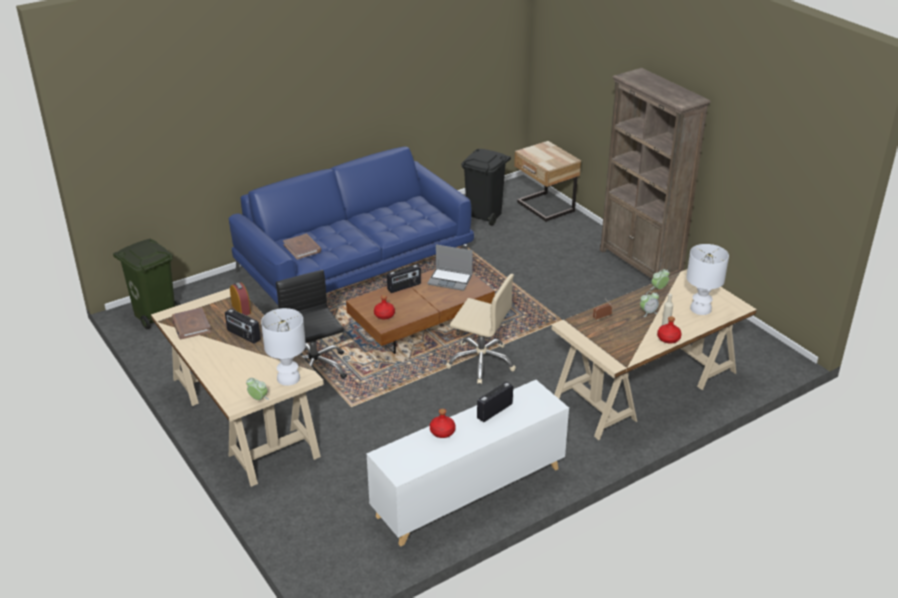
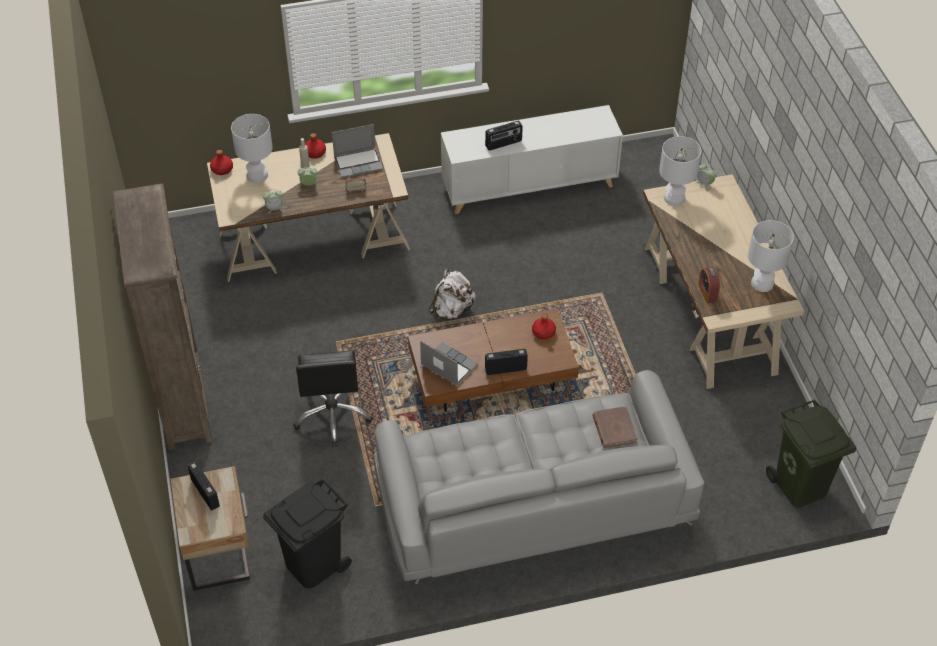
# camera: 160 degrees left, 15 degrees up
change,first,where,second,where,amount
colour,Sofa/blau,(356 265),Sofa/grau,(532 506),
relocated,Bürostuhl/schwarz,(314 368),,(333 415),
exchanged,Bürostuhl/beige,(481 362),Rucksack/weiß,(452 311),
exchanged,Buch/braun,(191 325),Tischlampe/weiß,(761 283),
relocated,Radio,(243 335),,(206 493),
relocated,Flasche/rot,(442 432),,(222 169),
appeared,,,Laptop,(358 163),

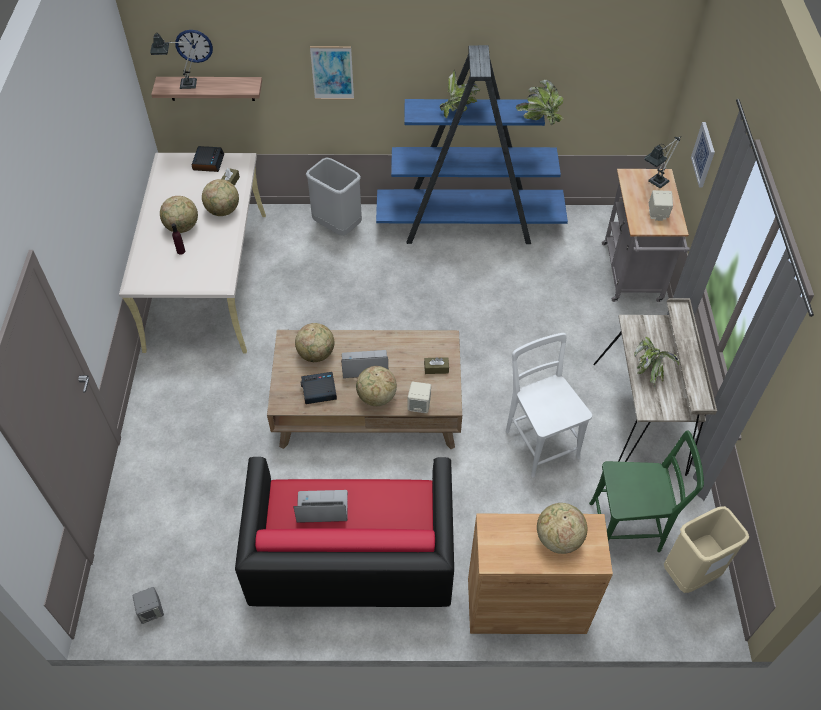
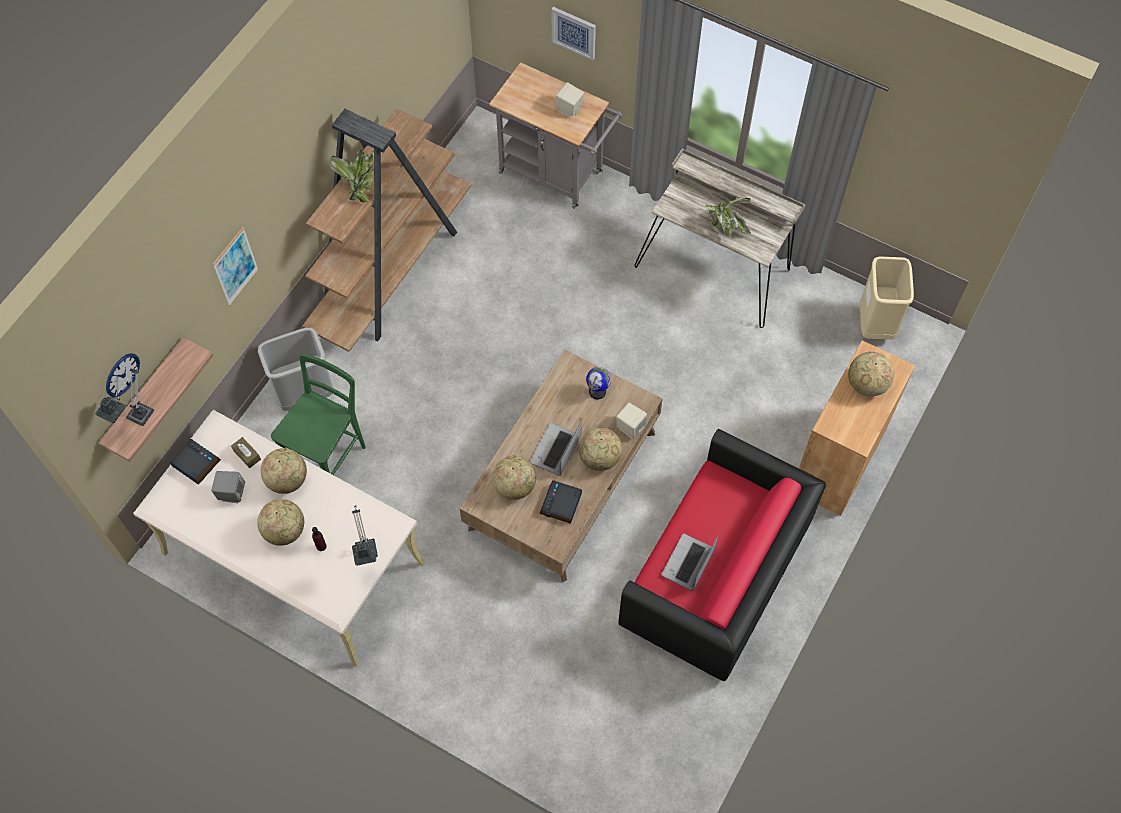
# camera: 60 degrees left, 10 degrees up
change,first,where,second,where,amount
colour,Bücherregal/blau,(470 224),Bücherregal/braun,(392 270),
missing,Topfpflanze,(539 118),,,
relocated,Tischlampe,(655 184),,(367 555),
missing,Stuhl/weiß,(540 441),,,
exchanged,Taschentuchbox/braun,(436 368),Globus,(597 391),
relocated,Stuhl/grün,(629 527),,(328 455),
relocated,Lautsprecher/grau,(151 611),,(231 493),

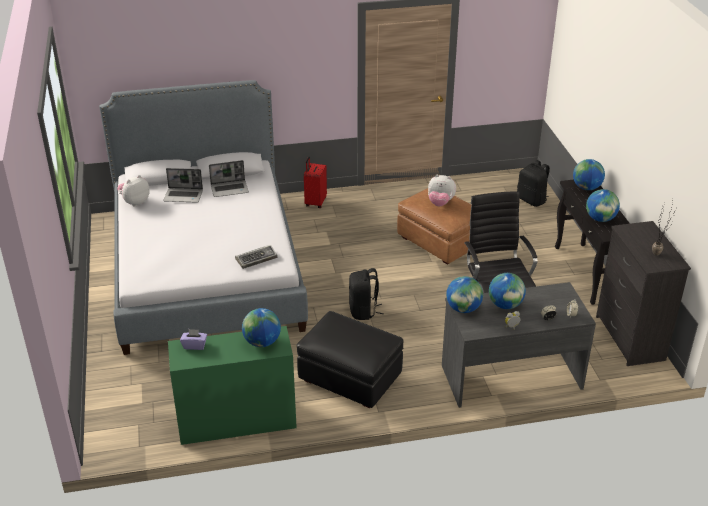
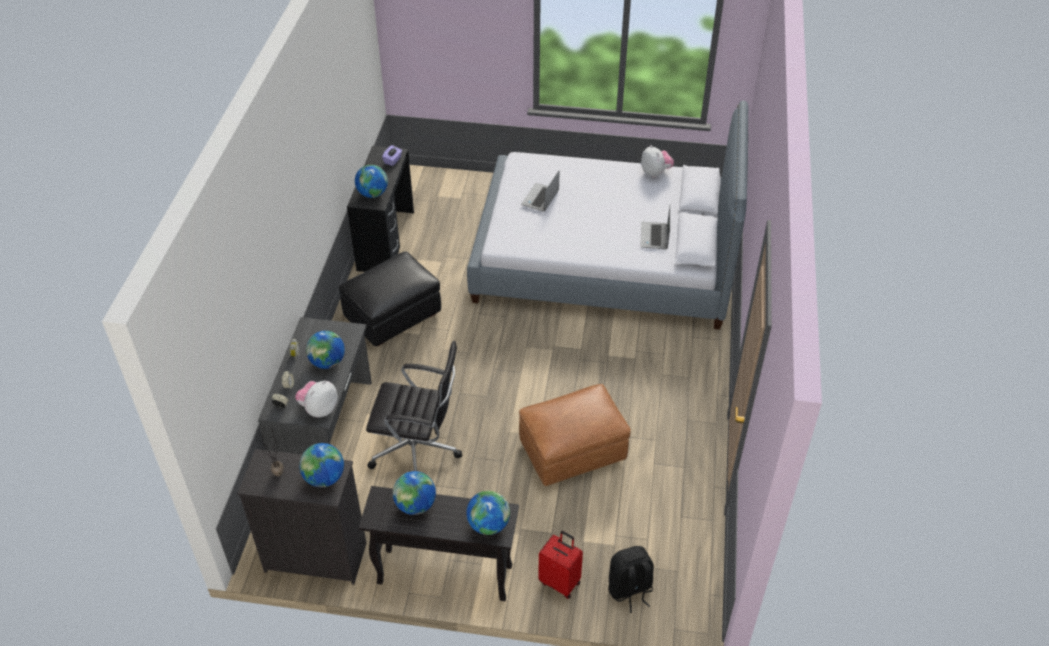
# camera: 110 degrees right, 10 degrees up
change,first,where,second,where,amount
relocated,Koffer/rot,(315 202),,(560 582),
relocated,Laptop,(184 196),,(540 198),
relocated,Plüschtier,(440 203),,(319 409),
missing,Tastatur,(256 259),,,
missing,Rucksack/schwarz,(363 311),,,
relocated,Globus,(463 309),,(324 478),
colour,Schreibtisch/grün,(236 421),Schreibtisch/schwarz,(385 240),

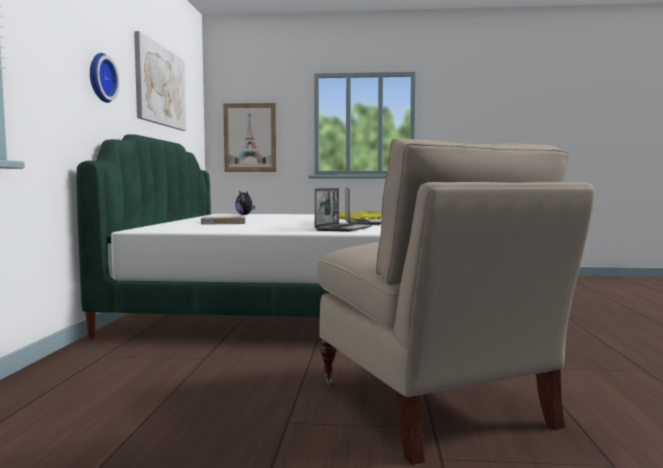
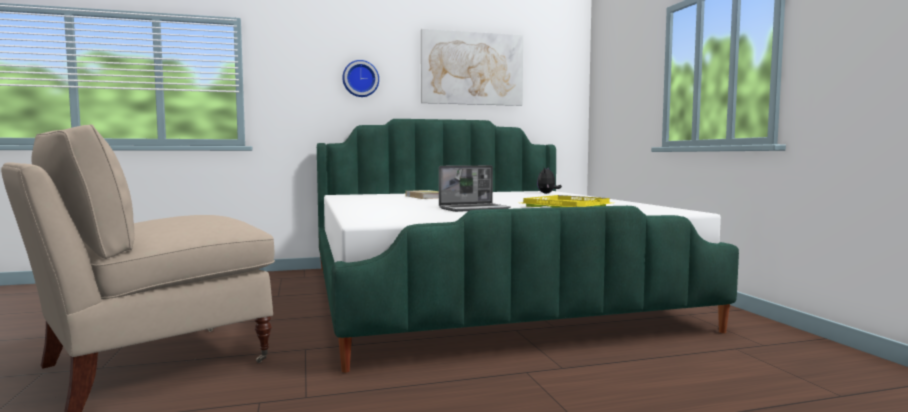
# camera: 70 degrees right, 0 degrees up
change,first,where,second,where,amount
missing,Bild,(250 137),,,
missing,Laptop,(343 229),,,

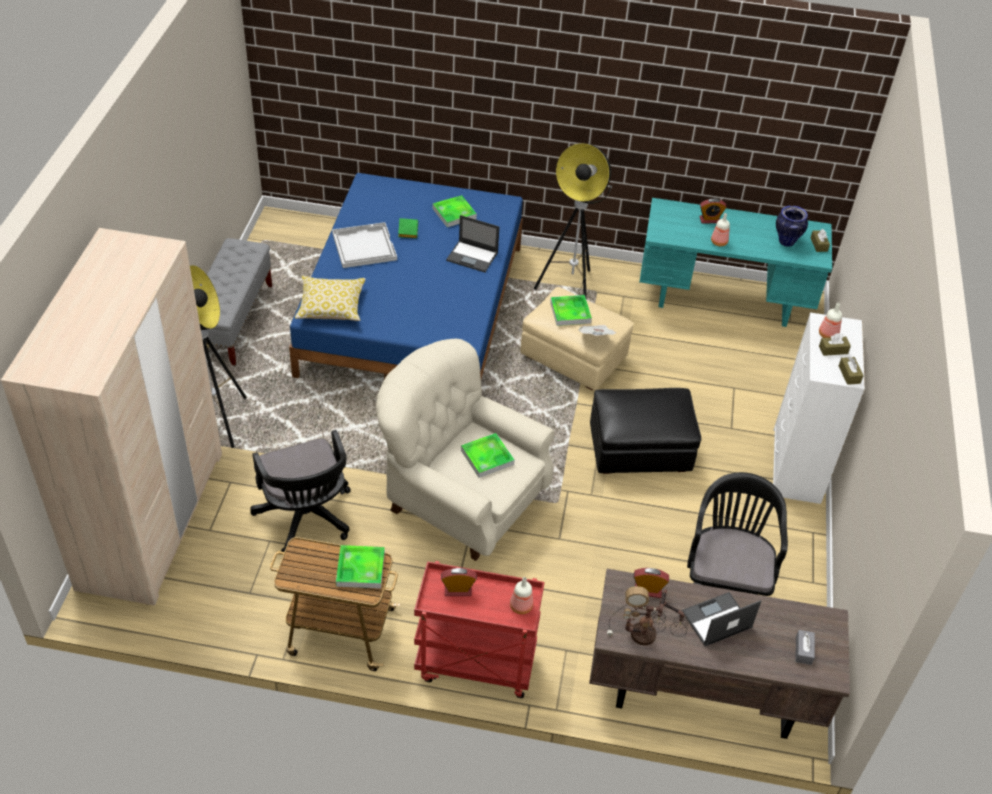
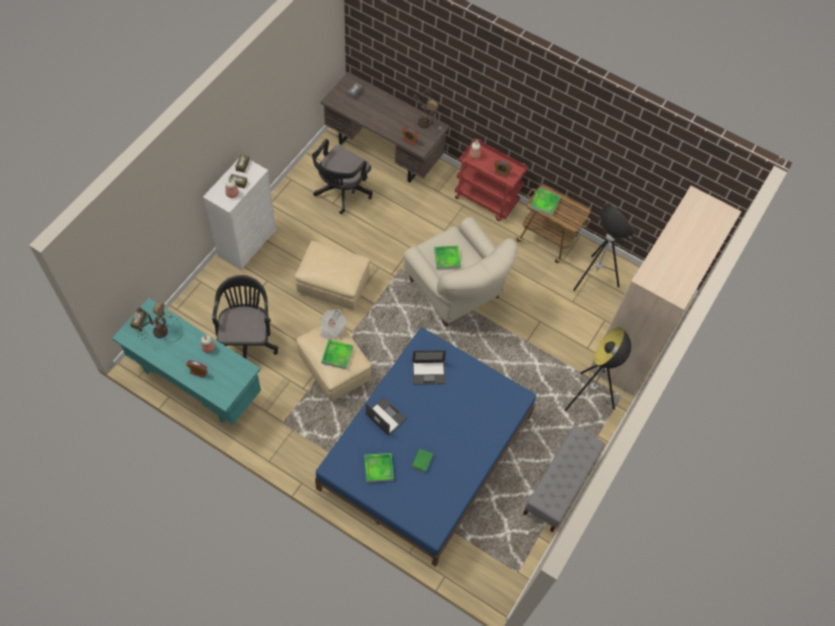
# camera: 160 degrees left, 15 degrees up
change,first,where,second,where,amount
relocated,Stehlampe,(571 290),,(593 278),
exchanged,Vase,(786 241),Tischlampe,(159 332),
missing,Tablett/weiß,(363 246),,,
missing,Kissen,(331 306),,,
colour,Polsterhocker/schwarz,(639 450),Polsterhocker/beige,(333 285),
relocated,Bürostuhl/schwarz,(306 519),,(247 339),
relocated,Laptop,(716 620),,(429 372),

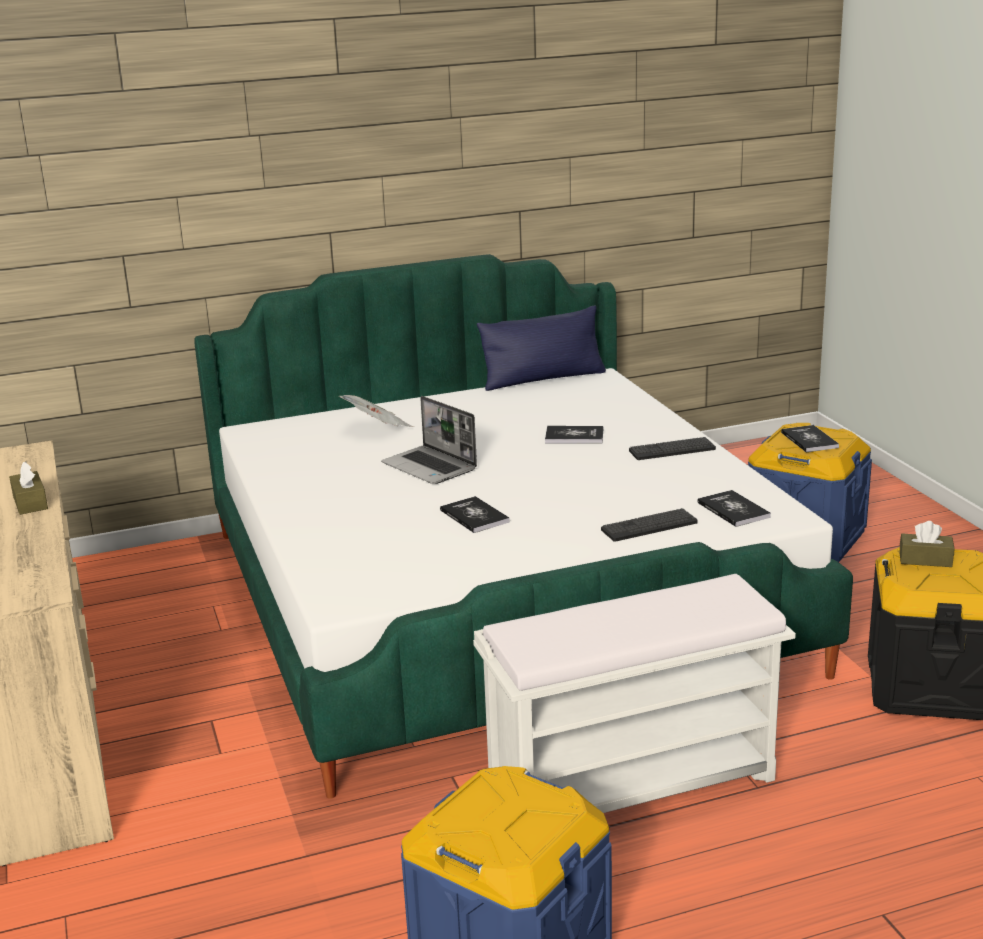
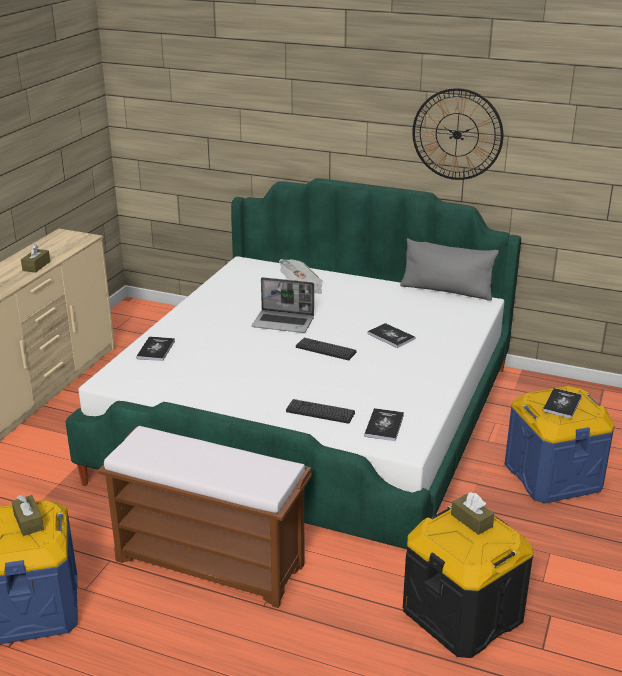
# camera: 40 degrees right, 5 degrees up
change,first,where,second,where,amount
colour,Kissen/blau,(543 379),Kissen/grau,(446 291),
spun,Laptop,(430 467),,(284 323),75 degrees counterclockwise
relocated,Tastatur,(672 450),,(325 349),
relocated,Buch,(474 516),,(156 349),
colour,Bank/weiß,(634 782),Bank/braun,(212 562),
appeared,,,Wanduhr,(457 134),
appeared,,,Taschentuchbox/braun,(28 522),

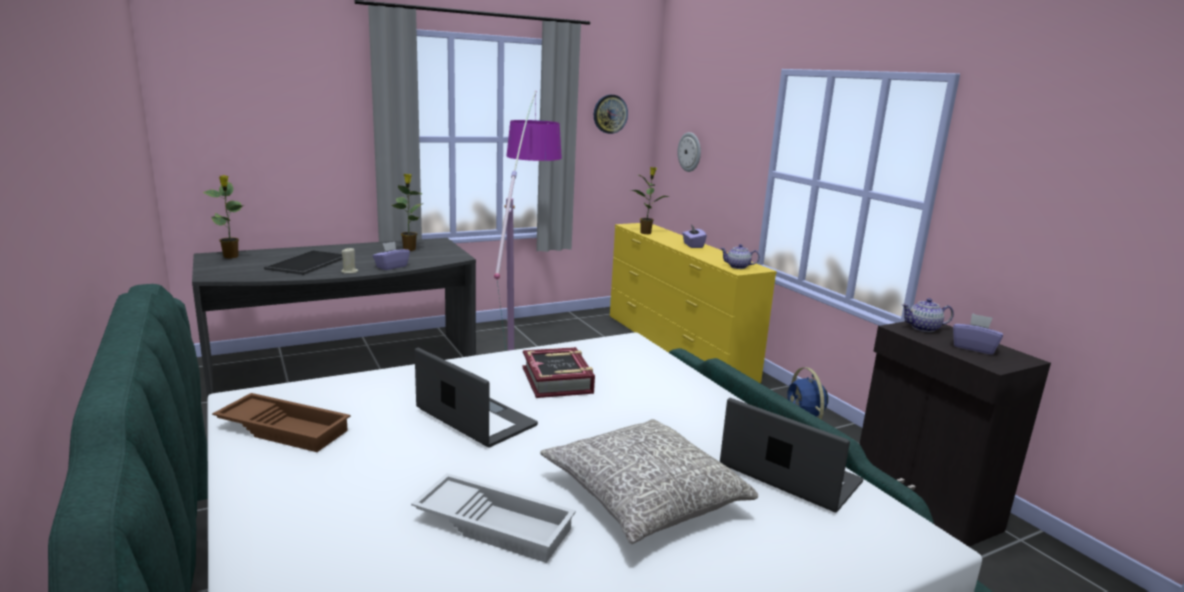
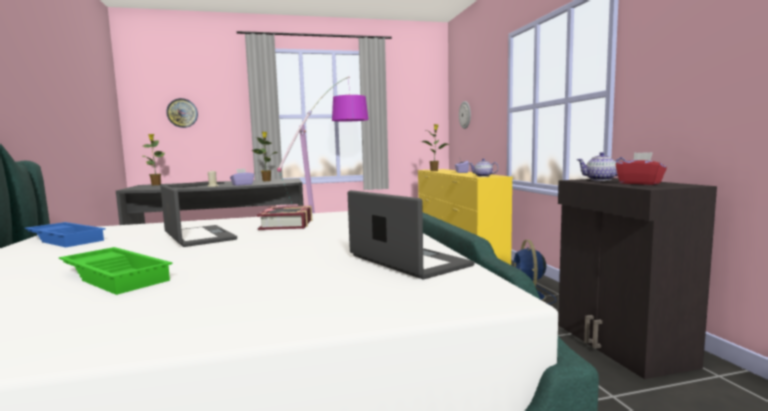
# camera: 15 degrees right, 10 degrees down
change,first,where,second,where,amount
relocated,Wanduhr,(610 114),,(182 113),
colour,Taschentuchbox/lila,(974 348),Taschentuchbox/rot,(640 183),
colour,Tablett/braun,(285 428),Tablett/blau,(67 239),
missing,Kissen/grau,(642 496),,,
colour,Tablett/weiß,(496 524),Tablett/grün,(118 276),

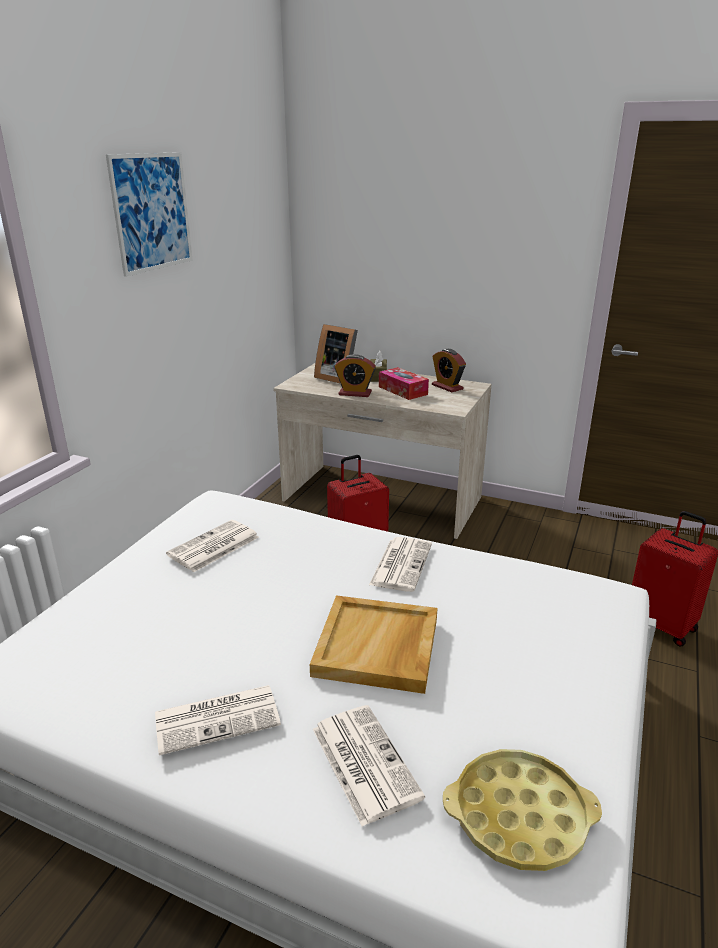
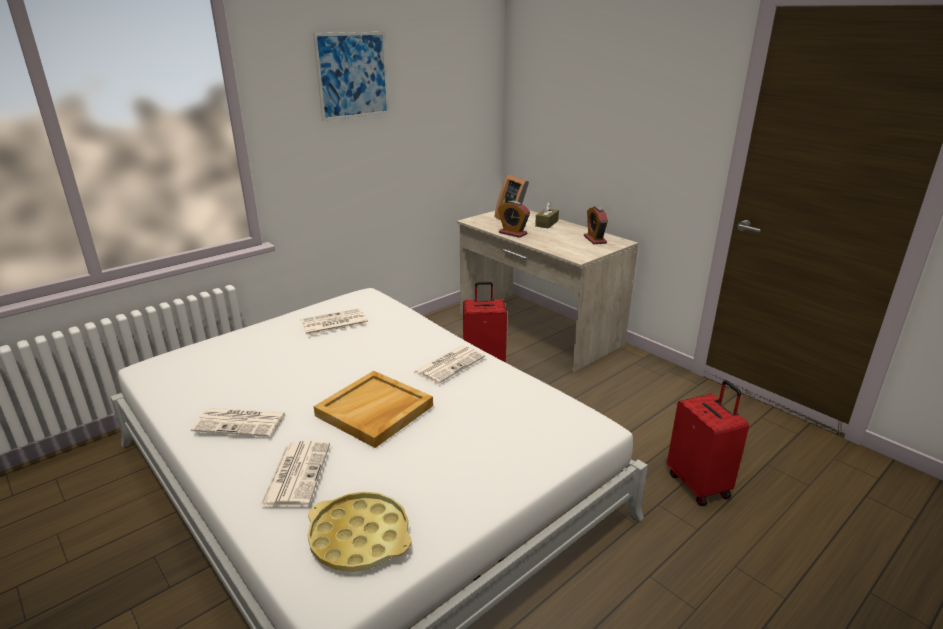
# camera: 25 degrees right, 0 degrees up
change,first,where,second,where,amount
missing,Taschentuchbox,(402 390),,,

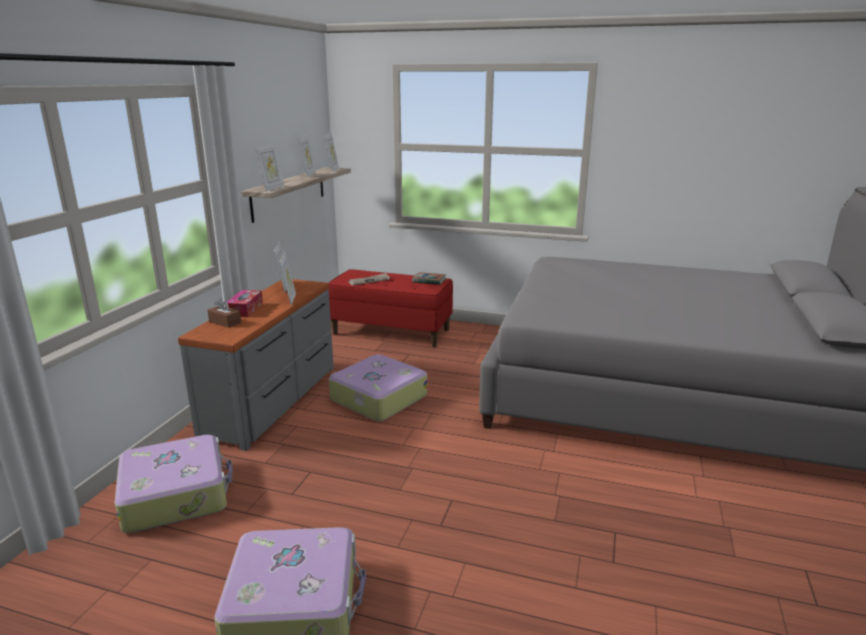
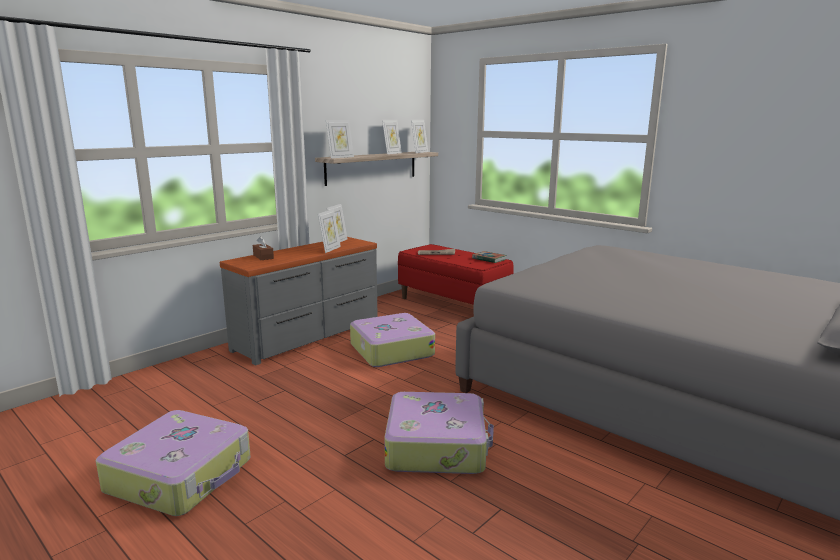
# camera: 25 degrees right, 5 degrees down
change,first,where,second,where,amount
missing,Taschentuchbox,(245 309),,,
relocated,Koffer,(176 494),,(437 445),

